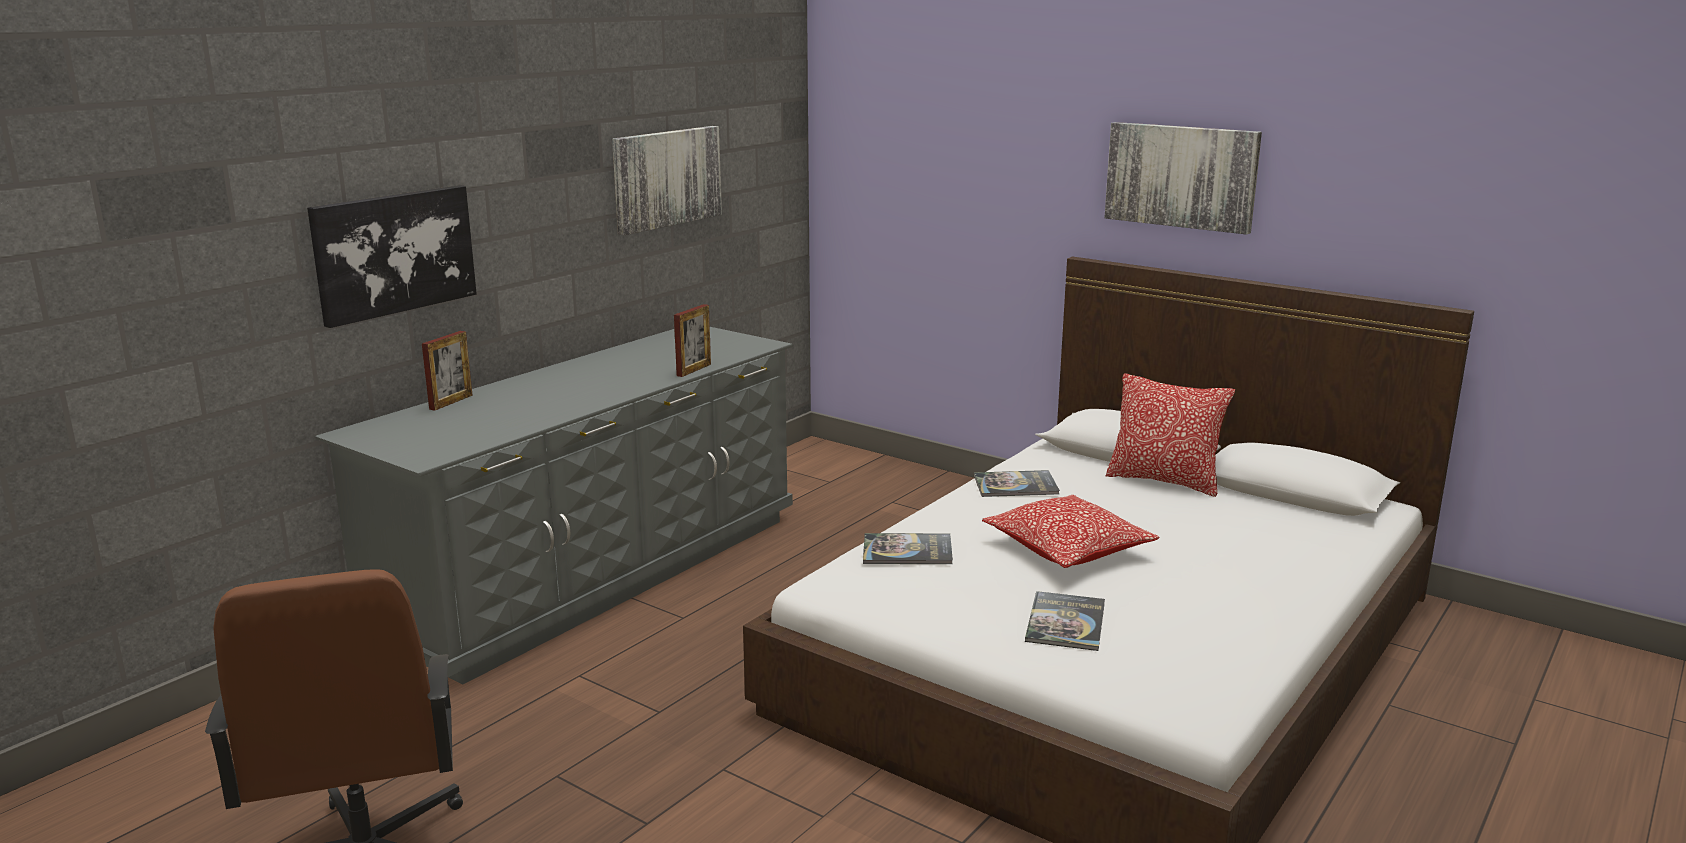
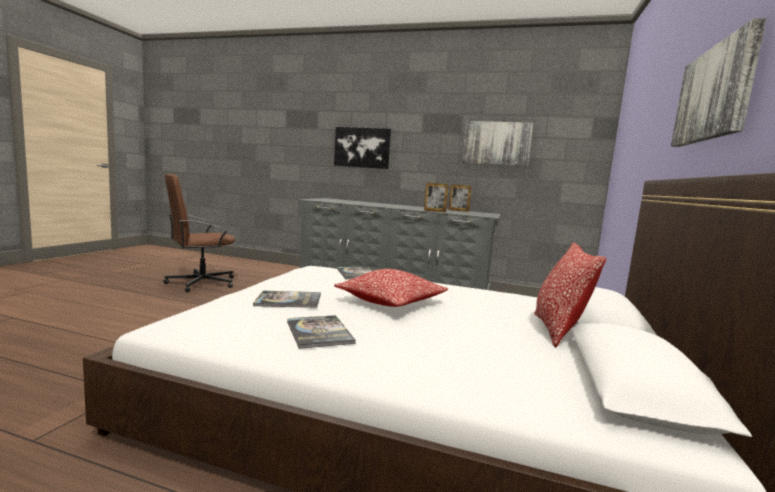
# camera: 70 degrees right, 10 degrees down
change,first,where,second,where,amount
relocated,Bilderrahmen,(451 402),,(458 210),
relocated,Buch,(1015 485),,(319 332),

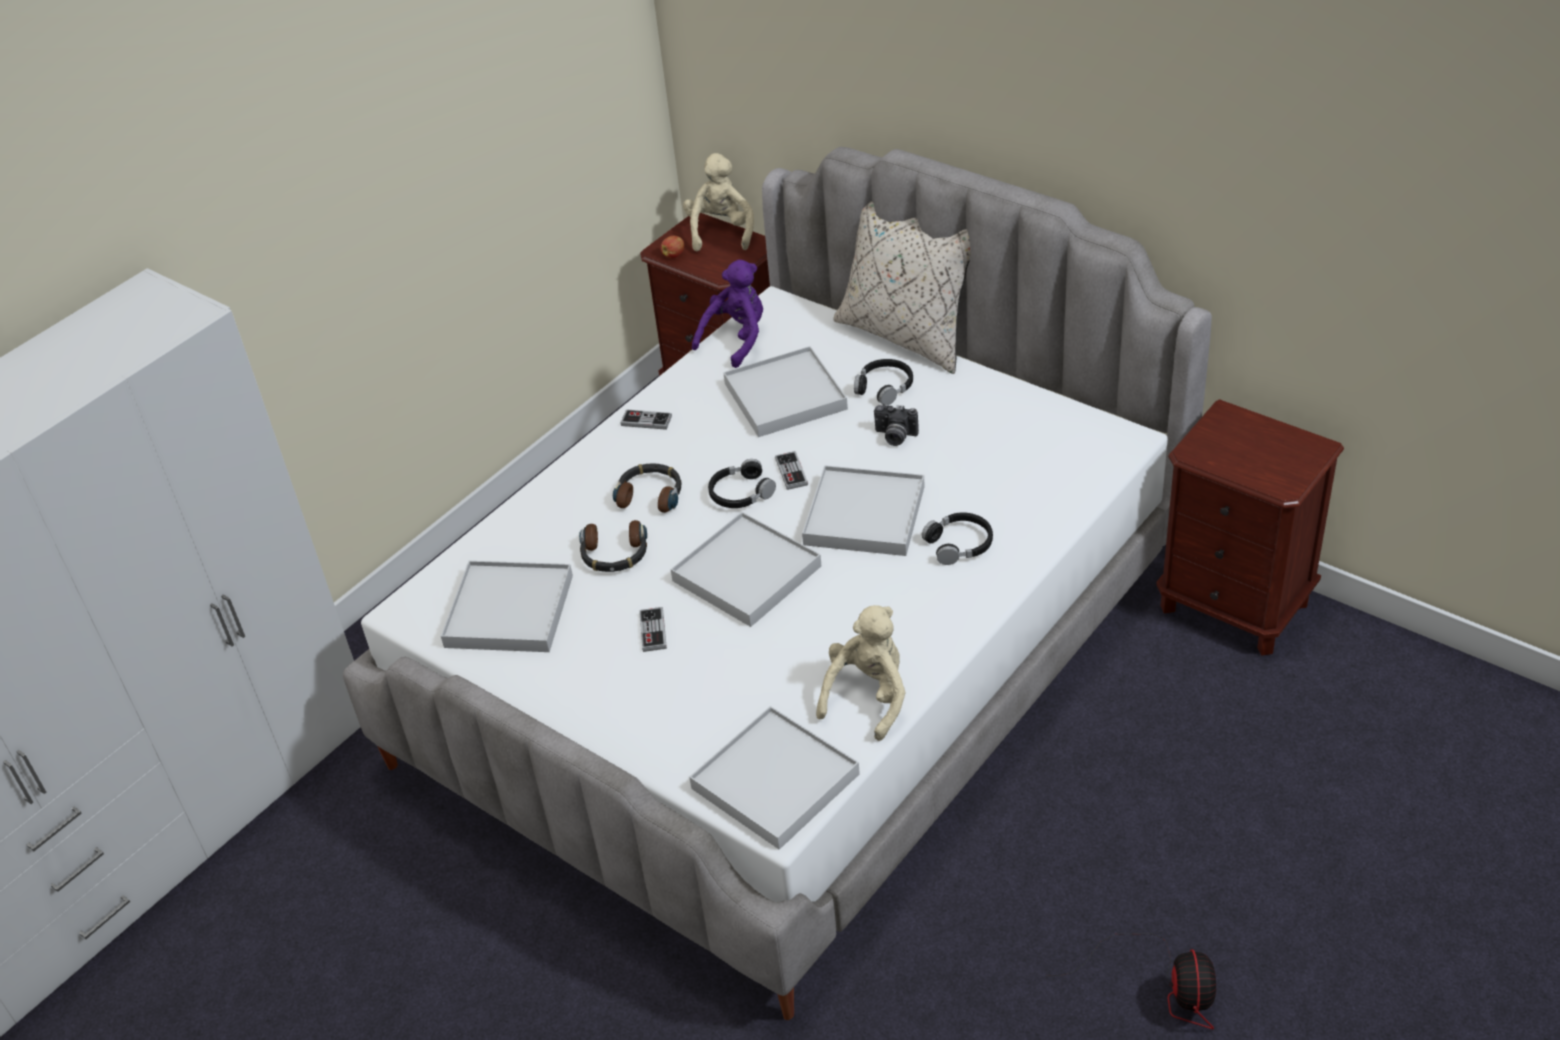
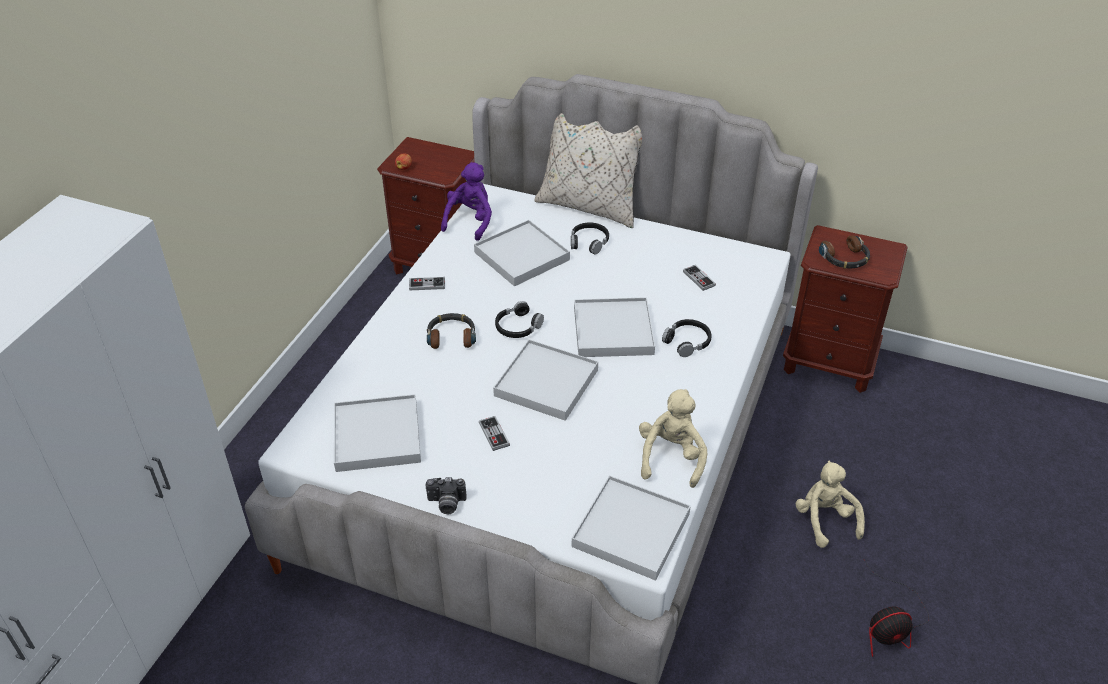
# camera: 20 degrees left, 0 degrees up
change,first,where,second,where,amount
relocated,Plüschtier/beige,(721 232),,(825 520),
relocated,Kamera,(895 437),,(446 504),
relocated,Gamepad,(791 472),,(699 279),
relocated,Kopfhörer,(614 554),,(845 258),
spun,Ventilator,(1164 986),,(891 625),90 degrees clockwise

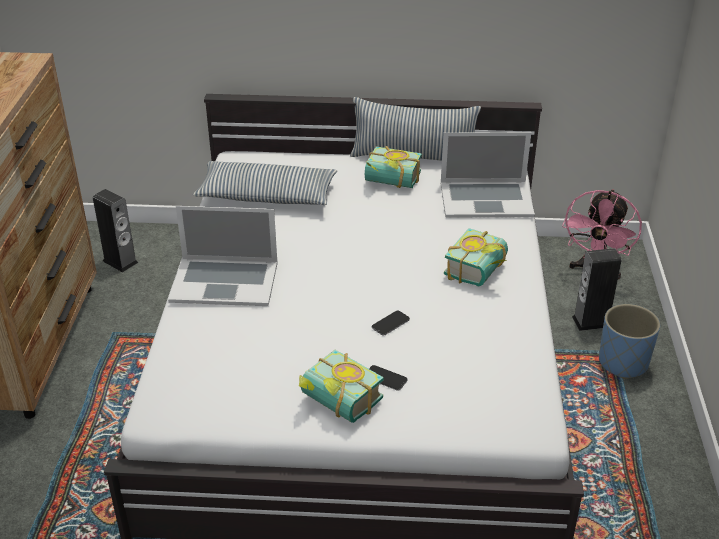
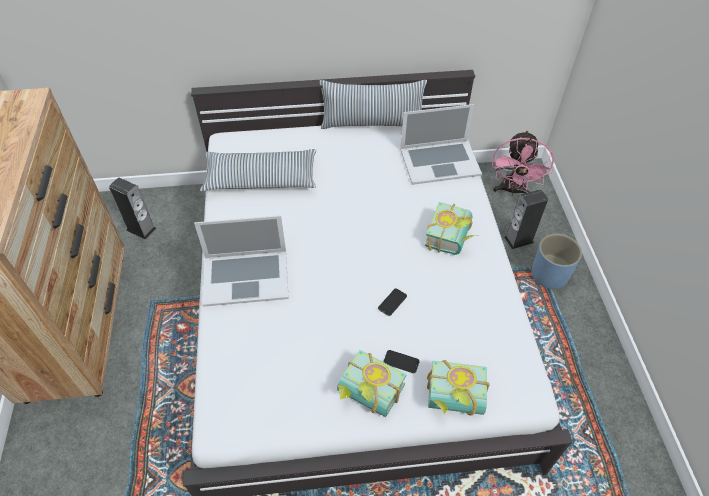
# camera: 10 degrees left, 15 degrees up
change,first,where,second,where,amount
relocated,Buch,(391 182),,(455 401),

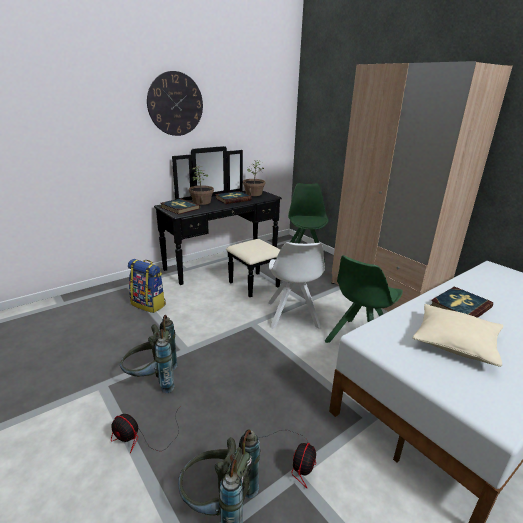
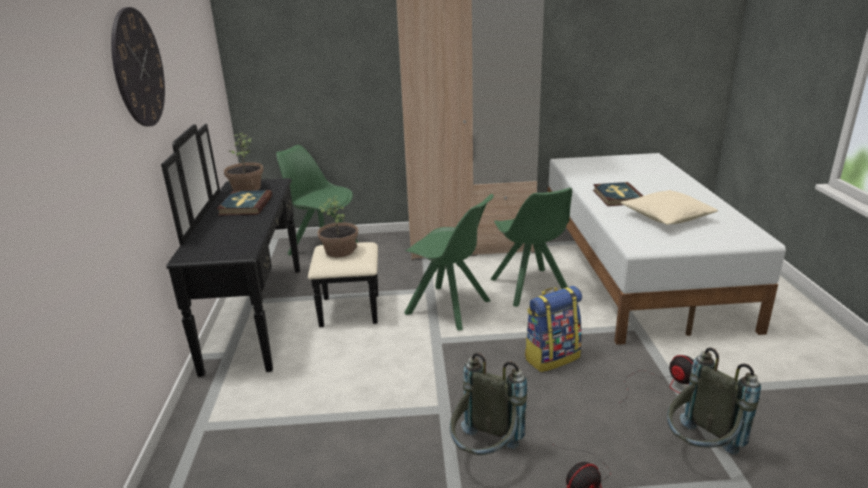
# camera: 55 degrees left, 0 degrees up
change,first,where,second,where,amount
relocated,Topfpflanze,(202 202),,(340 251),
missing,Buch,(179 208),,,
colour,Stuhl/weiß,(293 316),Stuhl/grün,(450 308),
relocated,Rucksack,(149 304),,(551 357),

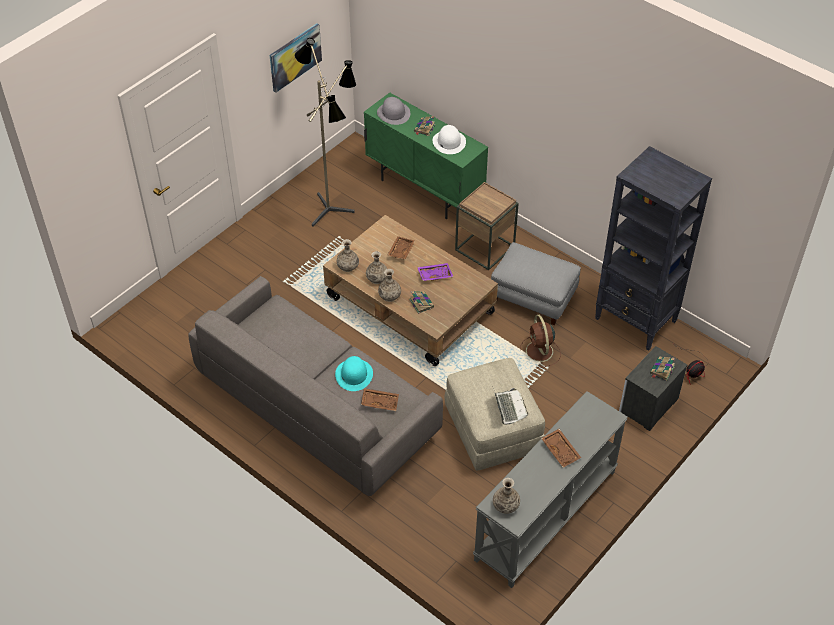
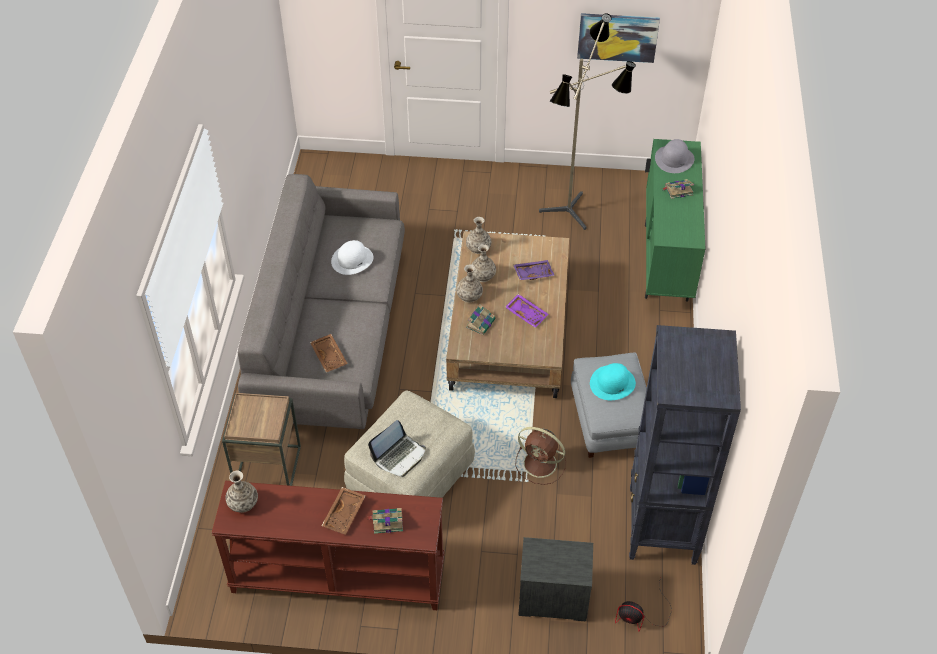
# camera: 55 degrees right, 0 degrees up
change,first,where,second,where,amount
relocated,Hut/weiß,(449 142),,(352 259),
relocated,Beistelltisch/braun,(484 248),,(267 467),
colour,Tablett/braun,(400 251),Tablett/lila,(533 273),
spun,Ventilator/braun,(539 352),,(541 464),105 degrees counterclockwise
relocated,Hut/türkis,(354 374),,(612 383),
relocated,Buch,(662 370),,(386 522),
colour,Konsolentisch/grau,(546 516),Konsolentisch/braun,(337 578),

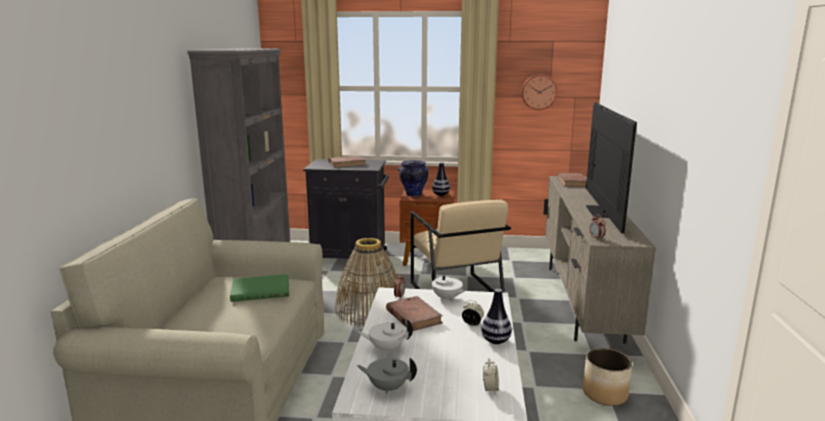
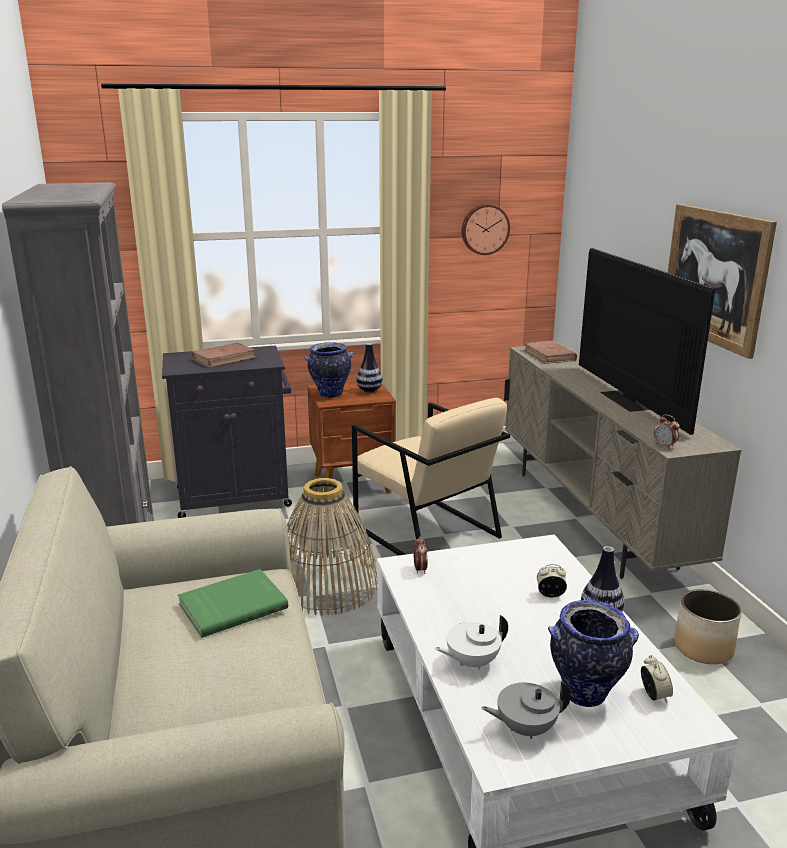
# camera: 20 degrees left, 5 degrees up
change,first,where,second,where,amount
missing,Teekanne/weiß,(447 298),,,
missing,Buch/braun,(413 316),,,
appeared,,,Bild,(714 277),
appeared,,,Vase,(586 694),

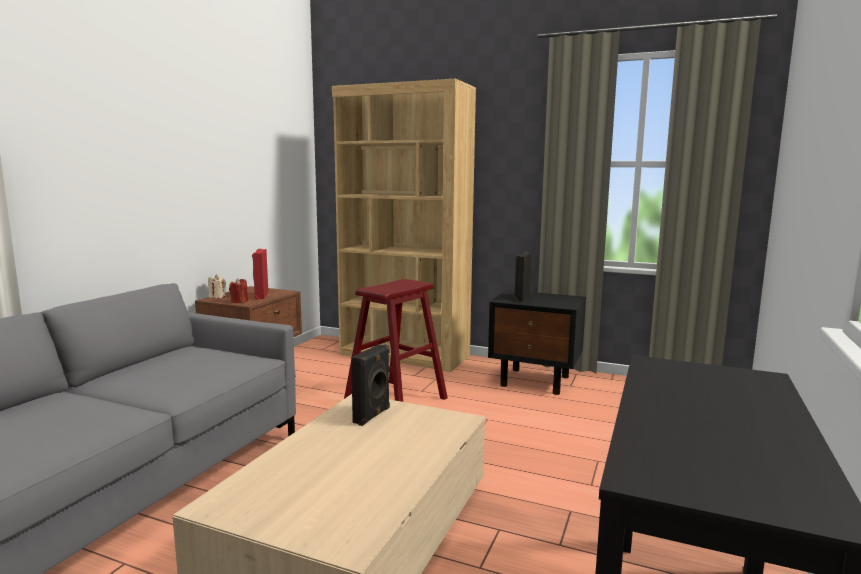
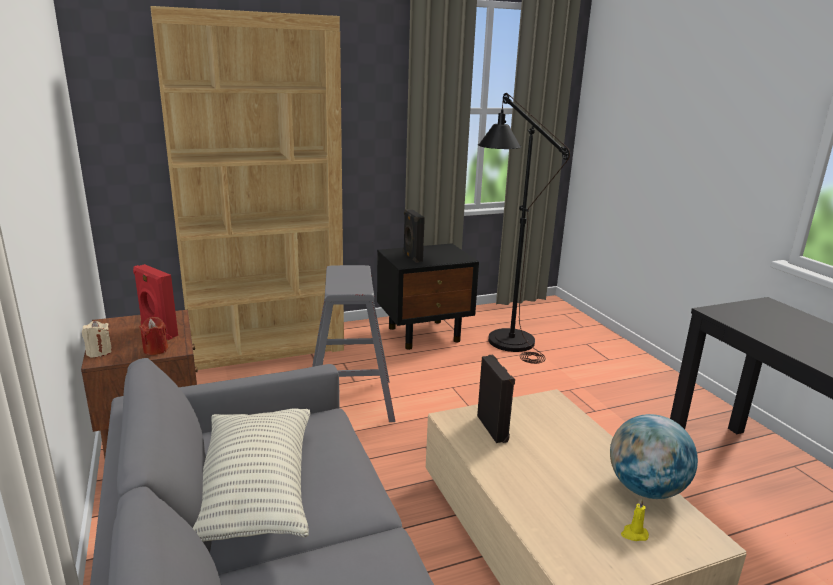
# camera: 45 degrees left, 10 degrees up
change,first,where,second,where,amount
colour,Hocker/rot,(396 400),Hocker/grau,(350 401),
appeared,,,Stehlampe/schwarz,(504 336),
appeared,,,Kissen,(255 491),
appeared,,,Globus,(645 489),
appeared,,,Kerze/gelb,(634 534),

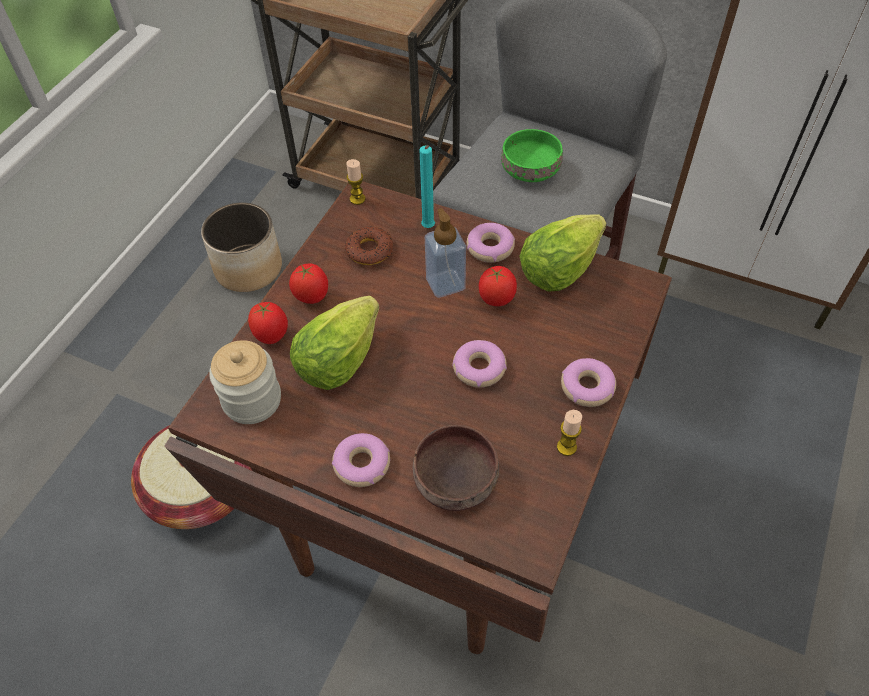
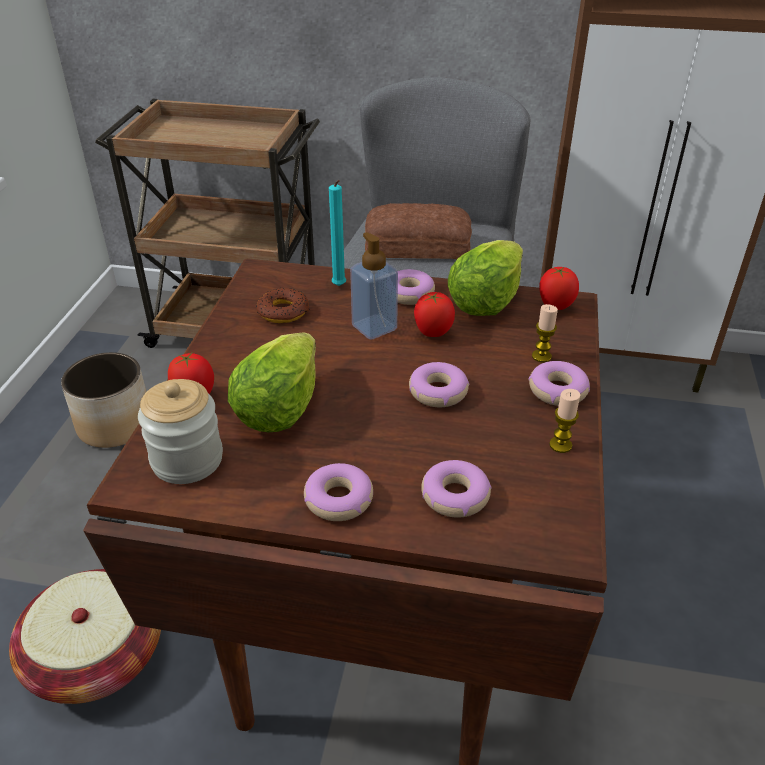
# camera: 15 degrees left, 15 degrees down
change,first,where,second,where,amount
exchanged,Schüssel/grün,(529 168),Brot,(416 245),
relocated,Kerze,(357 199),,(541 356),
relocated,Tomate,(312 297),,(555 307),
exchanged,Schüssel/braun,(457 481),Donut,(455 496),

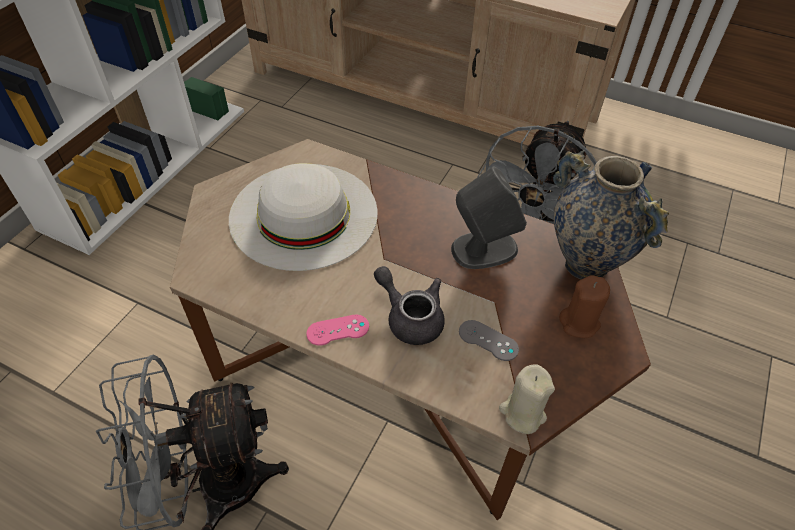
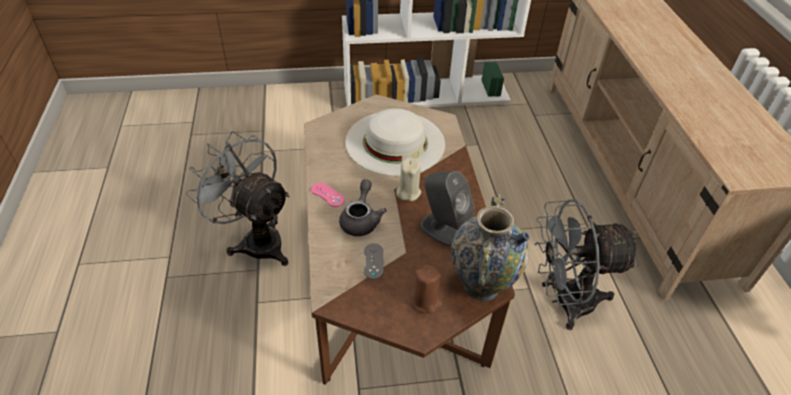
# camera: 55 degrees right, 5 degrees down
change,first,where,second,where,amount
relocated,Kerze/beige,(522 413),,(408 192),

